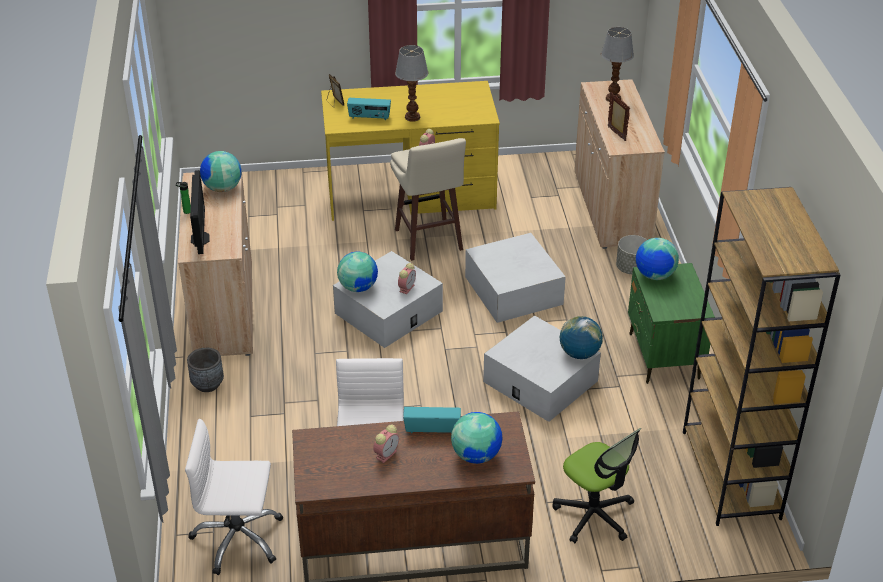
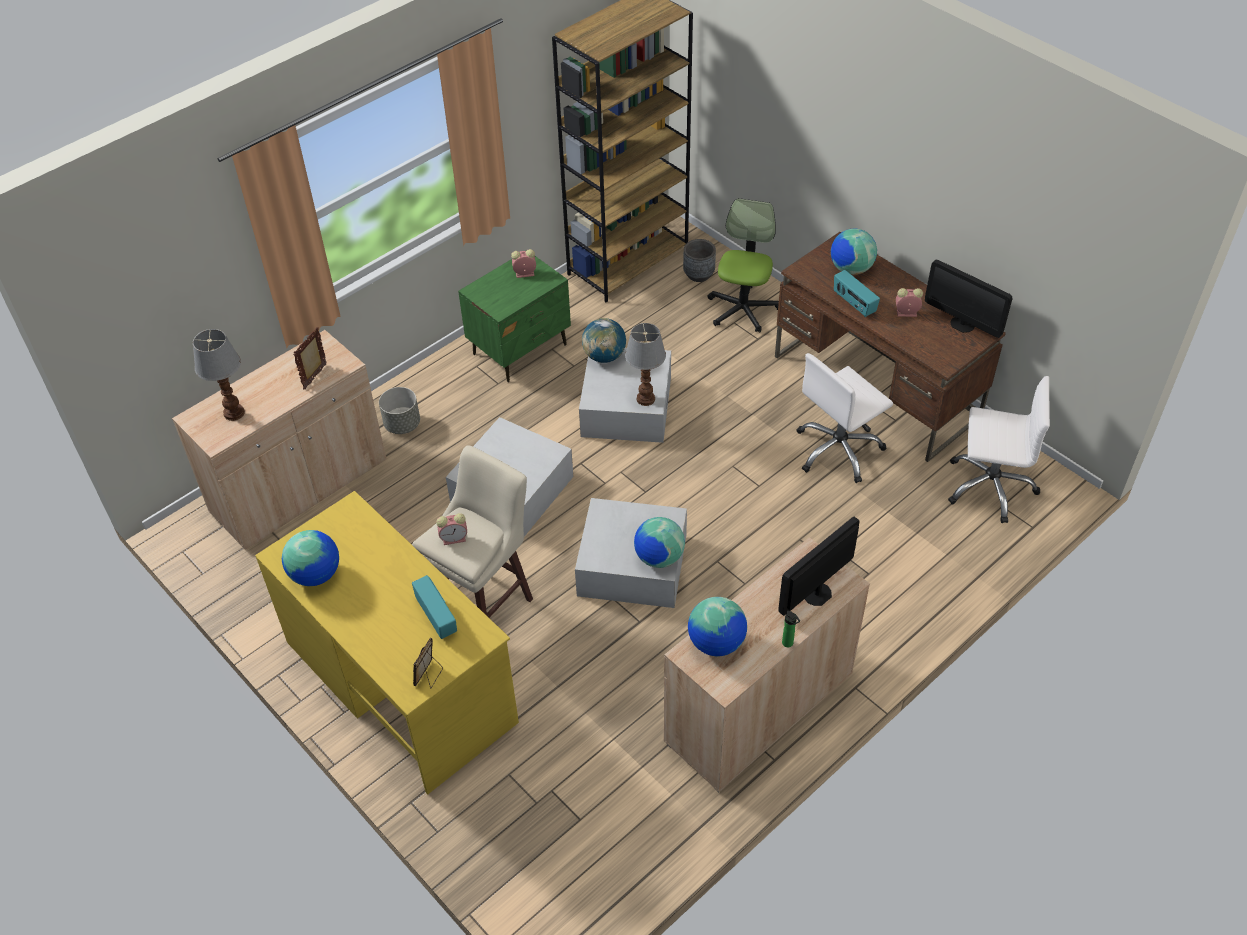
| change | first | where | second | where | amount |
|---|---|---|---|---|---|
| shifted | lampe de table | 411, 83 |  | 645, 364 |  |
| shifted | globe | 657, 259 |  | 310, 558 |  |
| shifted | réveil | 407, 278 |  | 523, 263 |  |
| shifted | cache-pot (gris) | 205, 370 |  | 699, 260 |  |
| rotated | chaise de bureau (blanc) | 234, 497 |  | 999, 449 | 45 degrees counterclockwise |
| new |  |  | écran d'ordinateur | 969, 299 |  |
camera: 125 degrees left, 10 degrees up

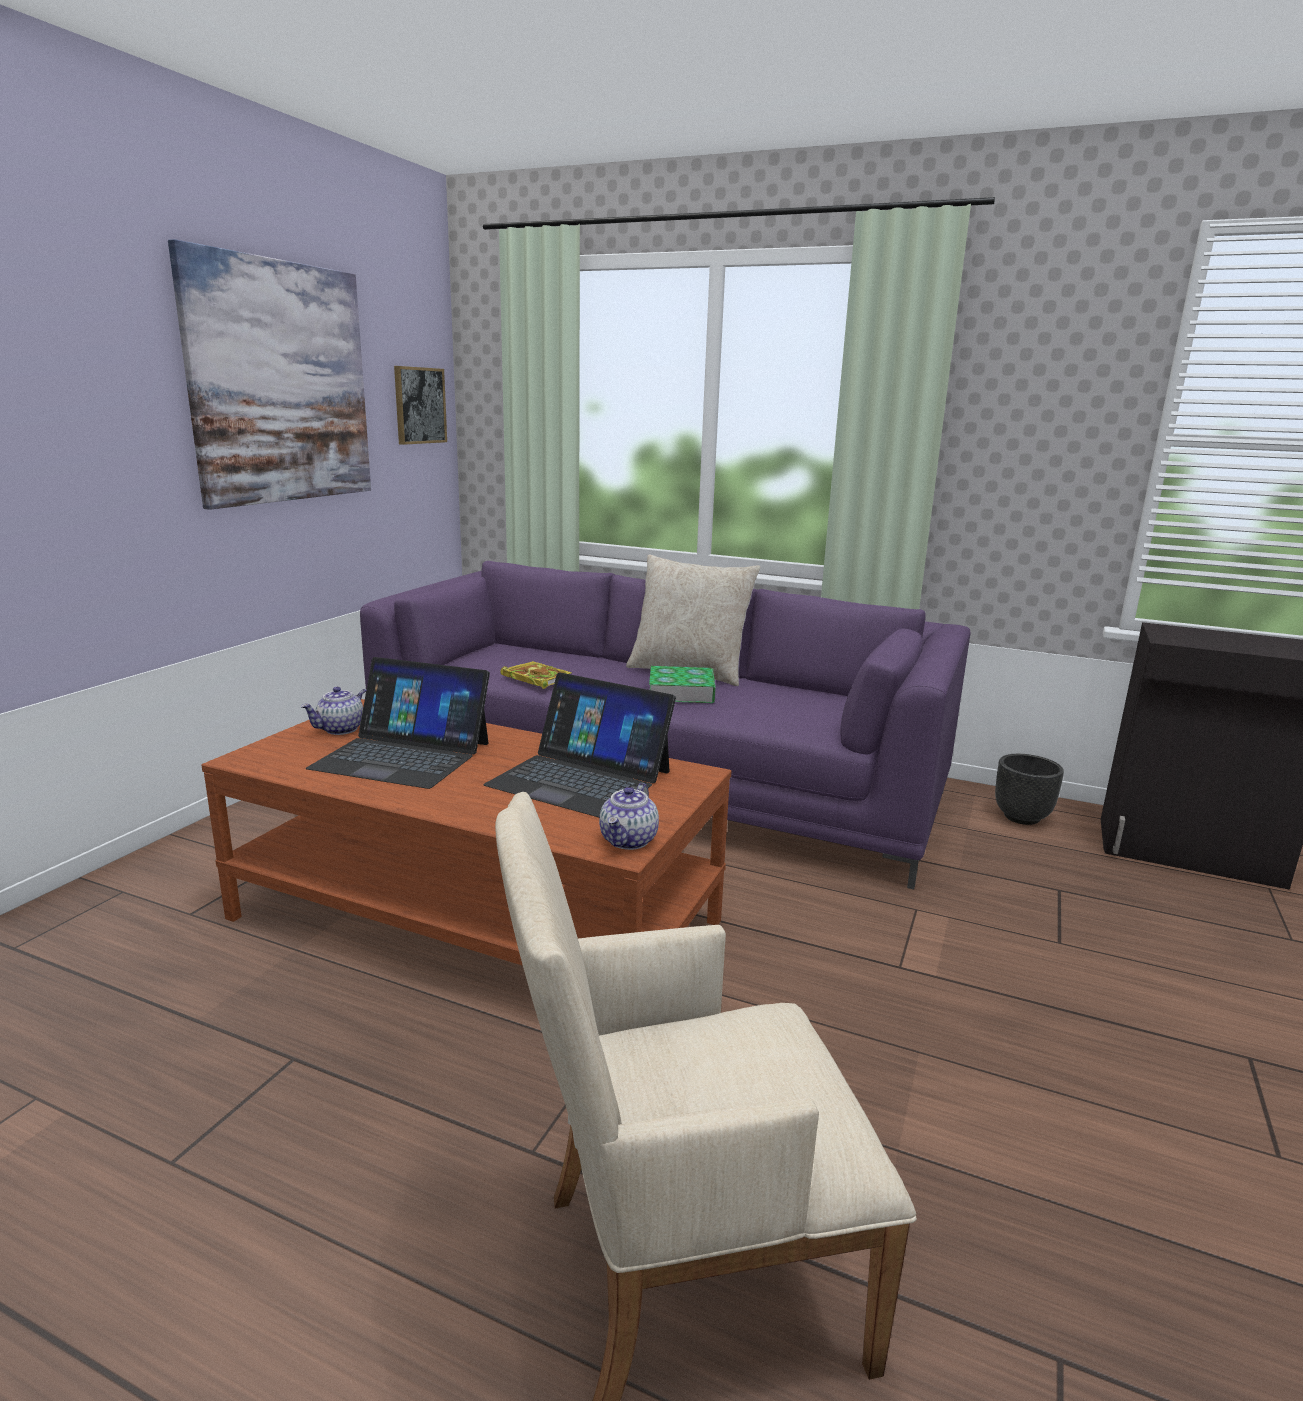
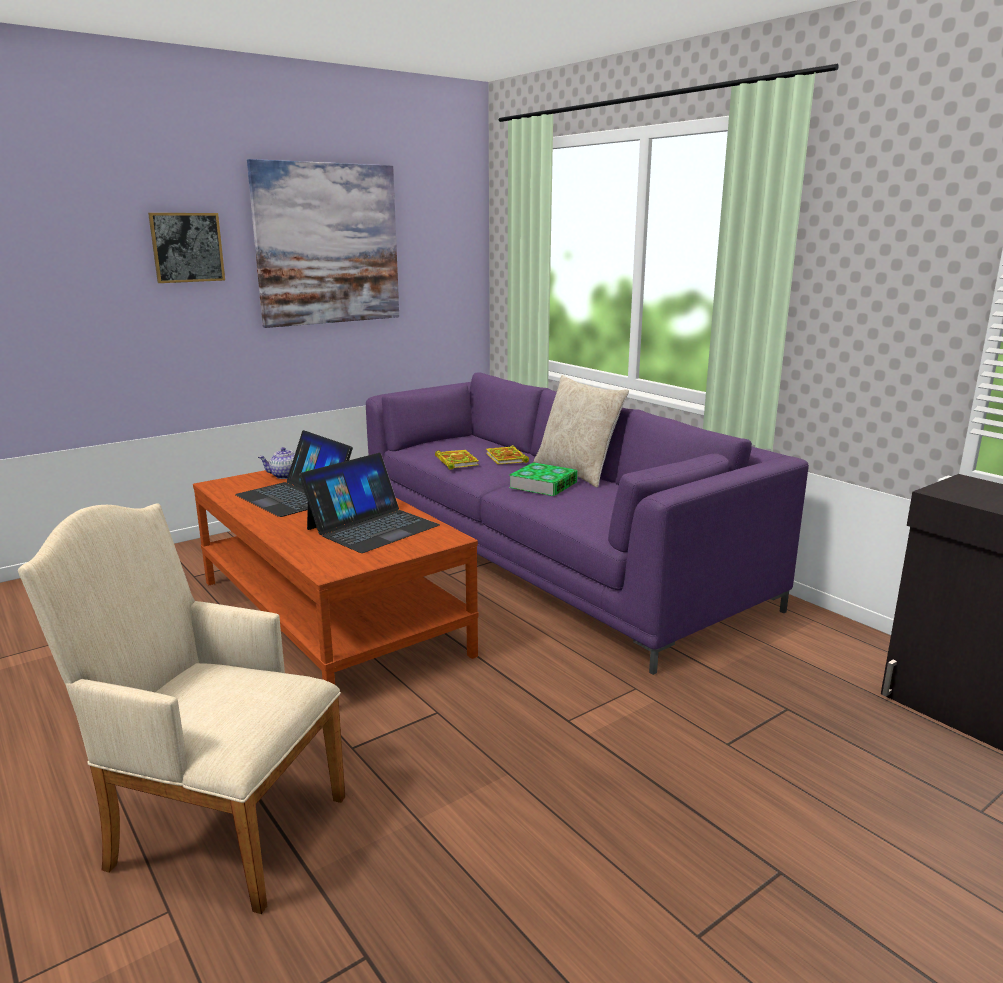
| change | first | where | second | where | amount |
|---|---|---|---|---|---|
| shifted | tableau | 420, 405 |  | 186, 248 |  |
| rotated | ordinateur portable | 580, 744 |  | 369, 503 | 105 degrees counterclockwise |
| gone | cache-pot (noir) | 1029, 789 |  |  |  |
| gone | théière | 629, 816 |  |  |  |
| new |  |  | livre | 507, 454 |  |
camera: 30 degrees right, 0 degrees up

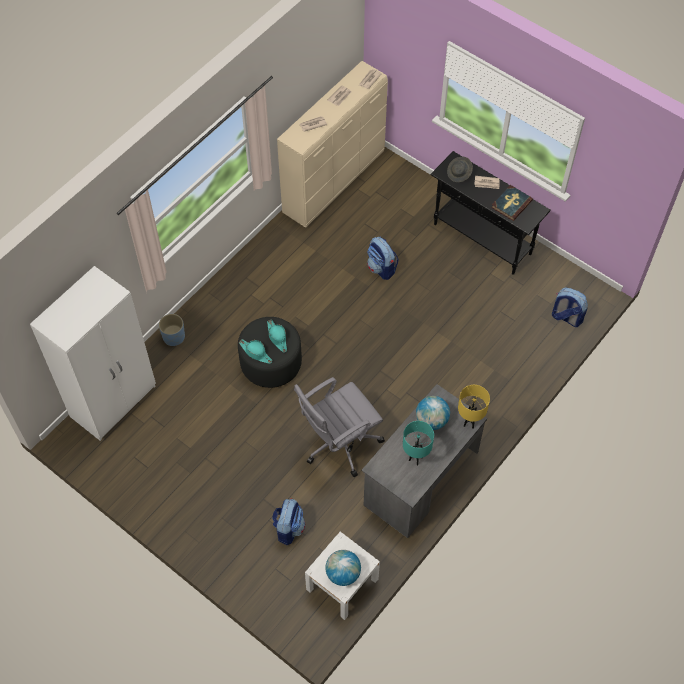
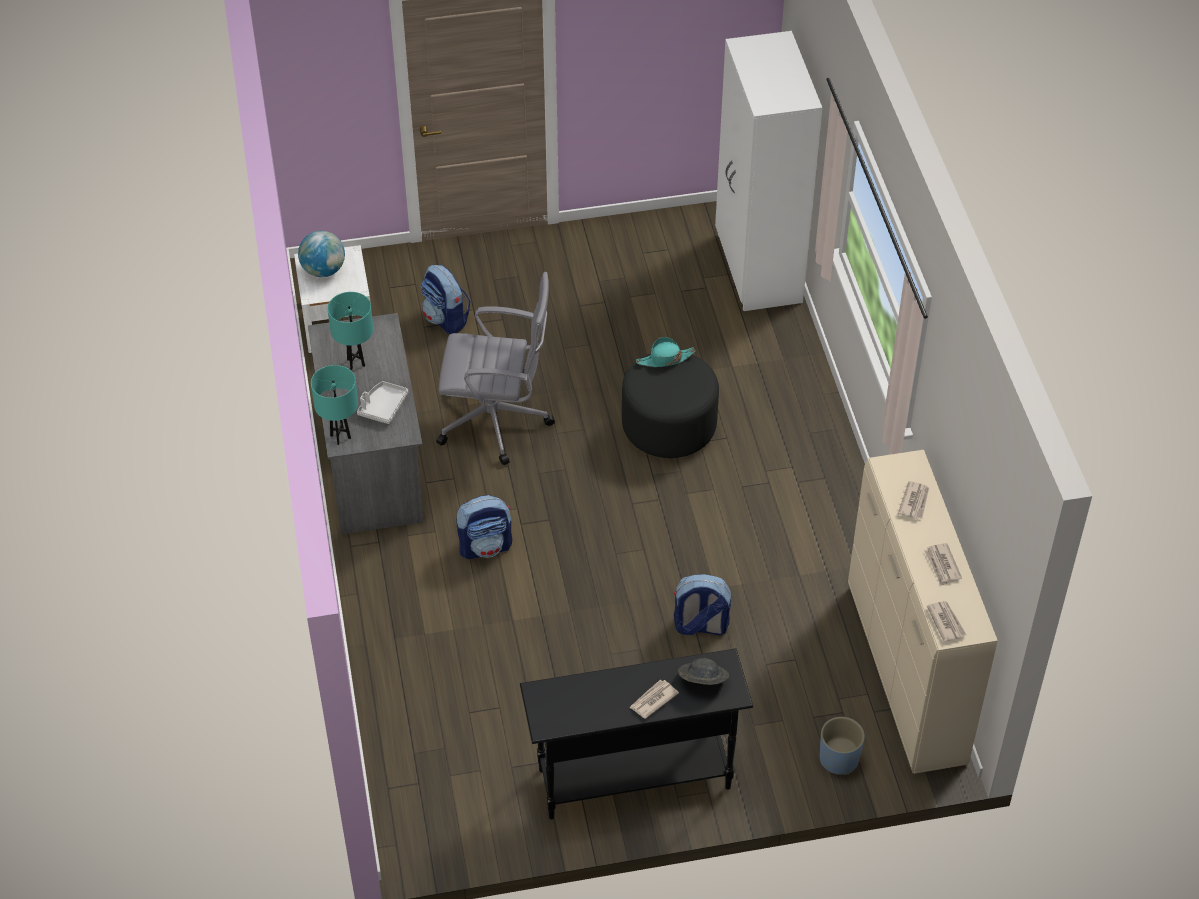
| change | first | where | second | where | amount |
|---|---|---|---|---|---|
| gone | livre | 512, 203 |  |  |  |
| shifted | sac à dos | 570, 307 |  | 484, 527 |  |
| shifted | cache-pot (bleu) | 172, 330 |  | 842, 746 |  |
| gone | chapeau (turquoise) | 277, 336 |  |  |  |
| rotated | chaise de bureau (gris) | 339, 427 |  | 495, 368 | 90 degrees clockwise |
| repainted | lampe de table (jaune) | 474, 407 | lampe de table (turquoise) | 334, 405 |  |
| swapped | globe | 433, 413 | plateau (gris) | 382, 402 |  |
camera: 130 degrees right, 10 degrees down

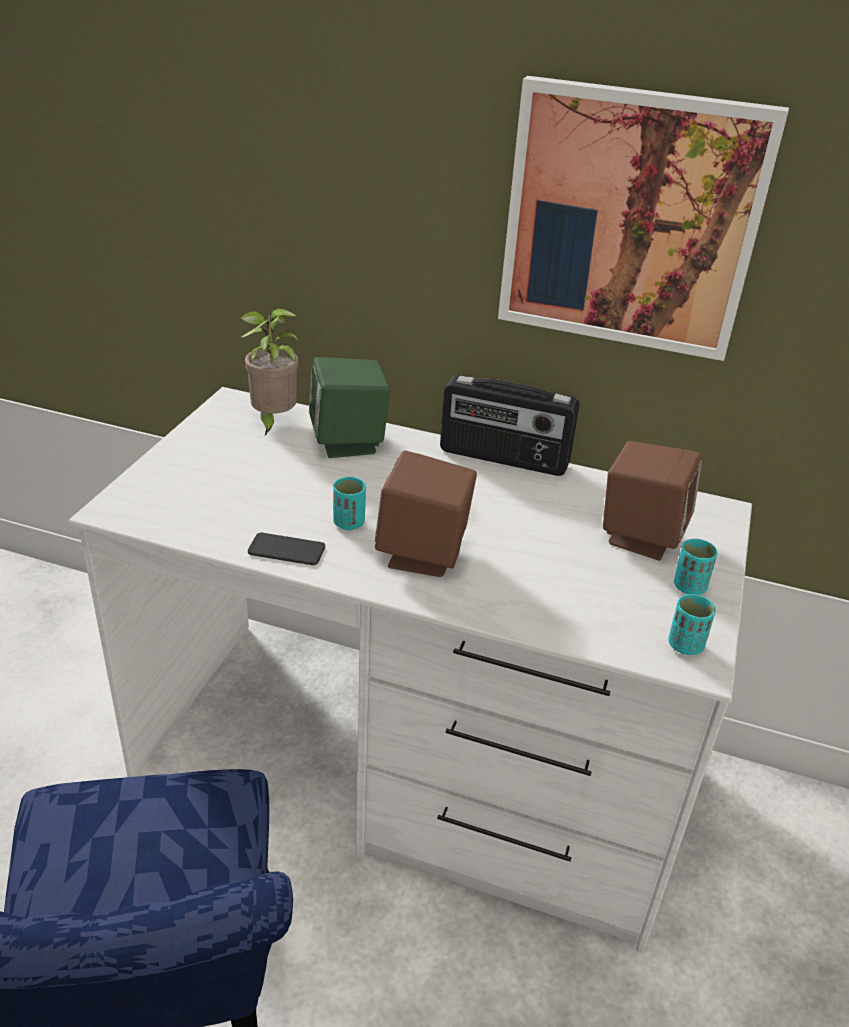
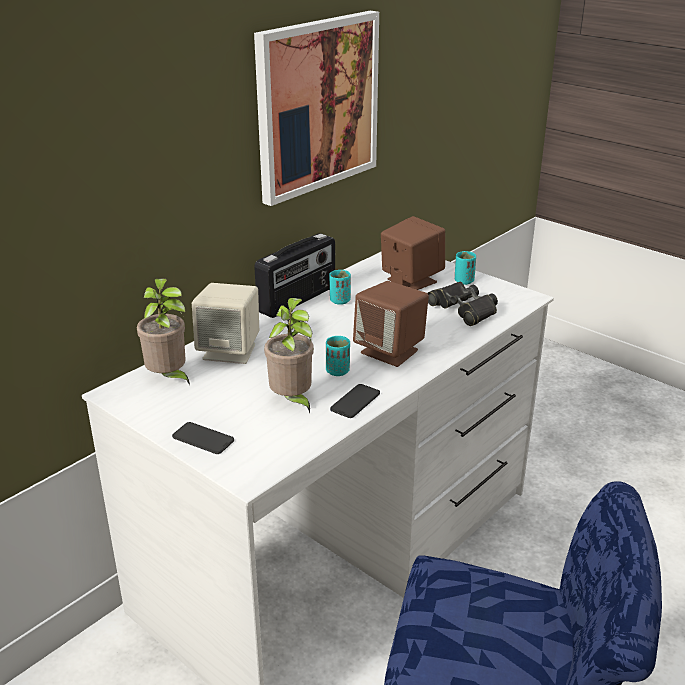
| change | first | where | second | where | amount |
|---|---|---|---|---|---|
| repainted | enceinte (vert) | 349, 407 | enceinte (beige) | 225, 323 |  |
| shifted | tasse (turquoise) | 692, 624 |  | 340, 287 |  |
| new |  |  | jumelles (noir) | 463, 304 |  |
| new |  |  | plante en pot | 289, 355 |  |
| new |  |  | téléphone | 203, 438 |  |
camera: 65 degrees left, 5 degrees down

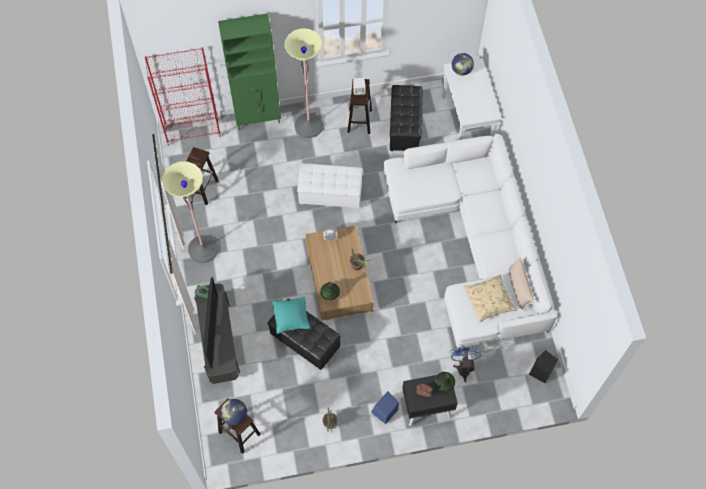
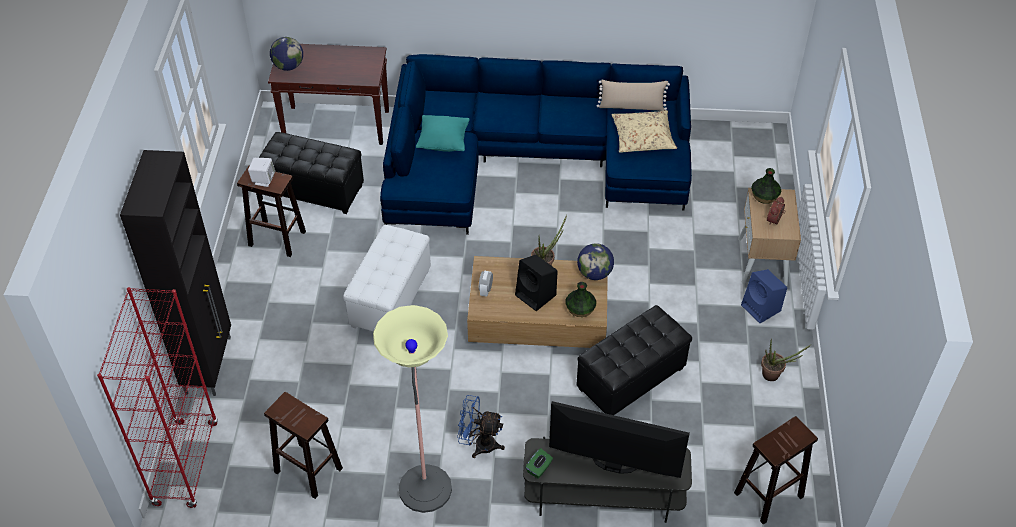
| change | first | where | second | where | amount |
|---|---|---|---|---|---|
| repainted | meuble de rangement (vert) | 249, 71 | meuble de rangement (noir) | 175, 273 |  |
| gone | lampadaire | 304, 83 |  |  |  |
| repainted | table console (blanc) | 471, 99 | table console (marron) | 328, 94 |  |
| repainted | canapé (blanc) | 470, 242 | canapé (bleu) | 536, 144 |  |
| shifted | coussin (turquoise) | 291, 315 |  | 443, 133 |  |
| shifted | ventilateur (bleu) | 466, 363 |  | 481, 426 |  |
| shifted | enceinte (noir) | 543, 367 |  | 536, 283 |  |
| repainted | table de chevet (noir) | 430, 400 | table de chevet (beige) | 769, 237 |  |
| shifted | globe | 234, 412 |  | 595, 261 |  |
camera: 75 degrees left, 15 degrees down

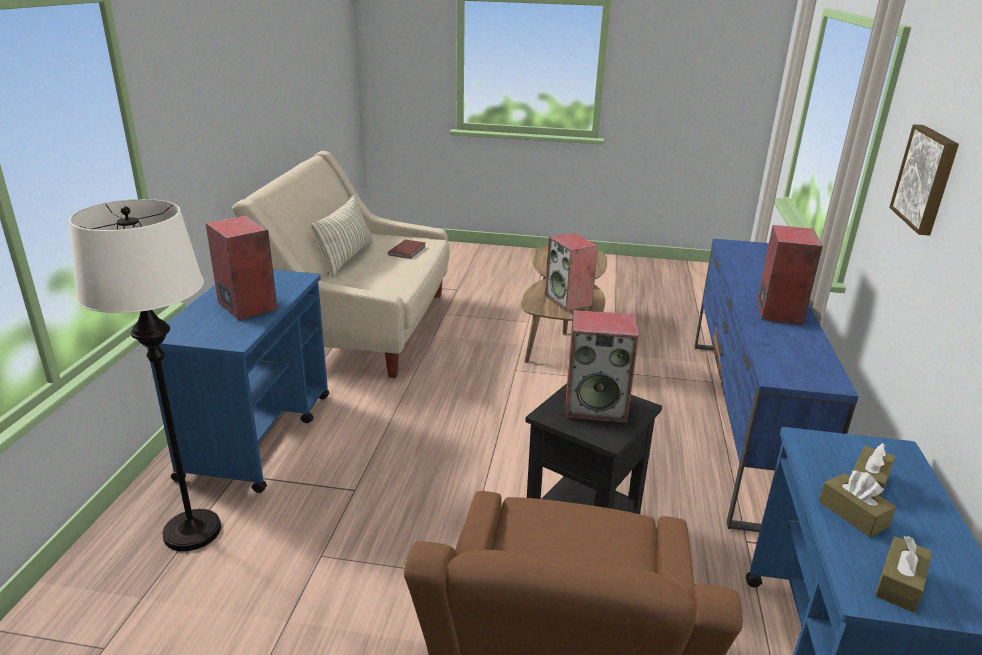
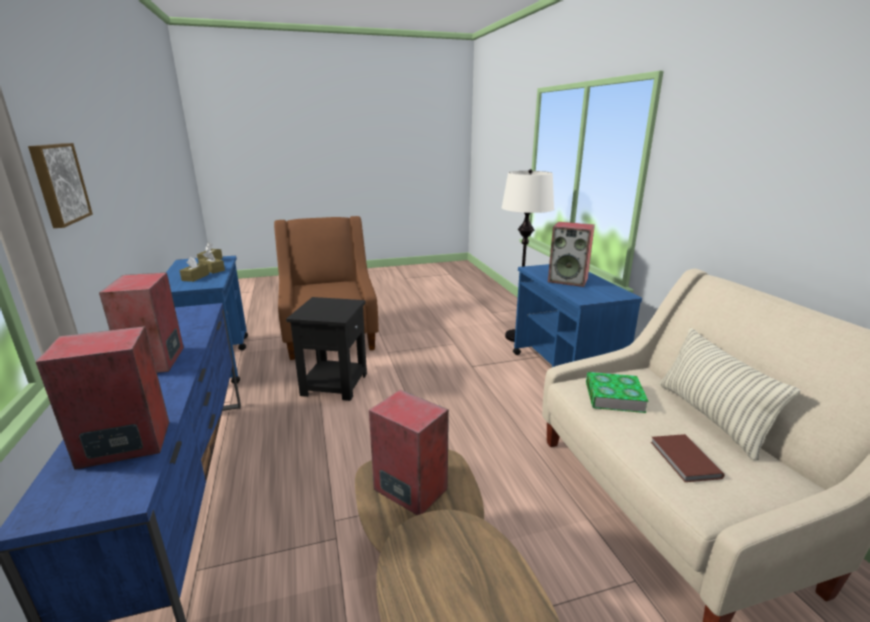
| change | first | where | second | where | amount |
|---|---|---|---|---|---|
| shifted | enceinte | 602, 366 |  | 102, 398 |  |
| new |  |  | livre | 617, 392 |  |
camera: 155 degrees right, 5 degrees down

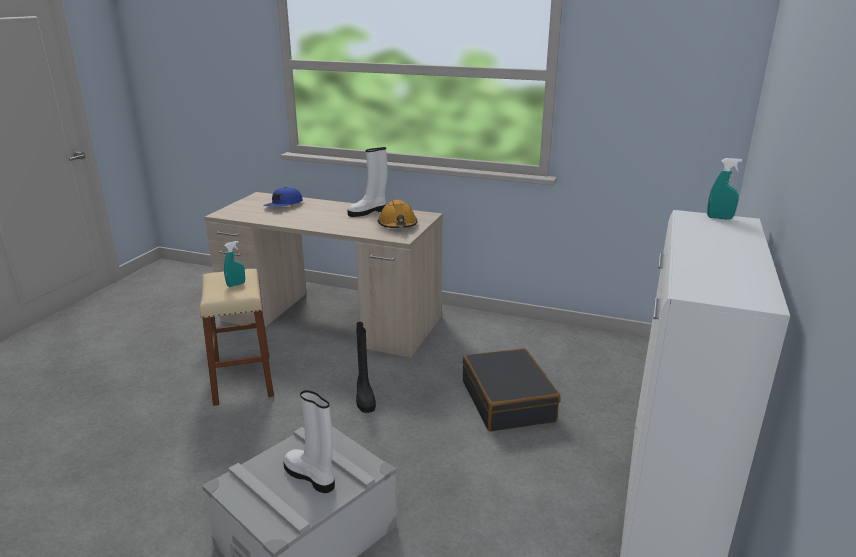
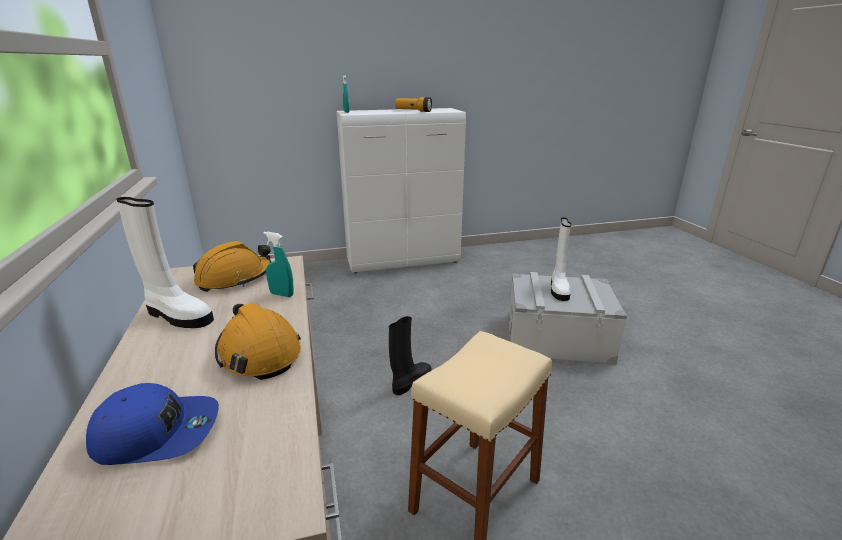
| change | first | where | second | where | amount |
|---|---|---|---|---|---|
| shifted | vaporisateur (turquoise) | 234, 264 |  | 278, 264 |  |
| gone | valise (noir) | 511, 390 |  |  |  |
| new |  |  | lampe de poche | 413, 104 |  |
| new |  |  | casque de chantier (orange) | 258, 341 |  |
camera: 125 degrees left, 0 degrees up

